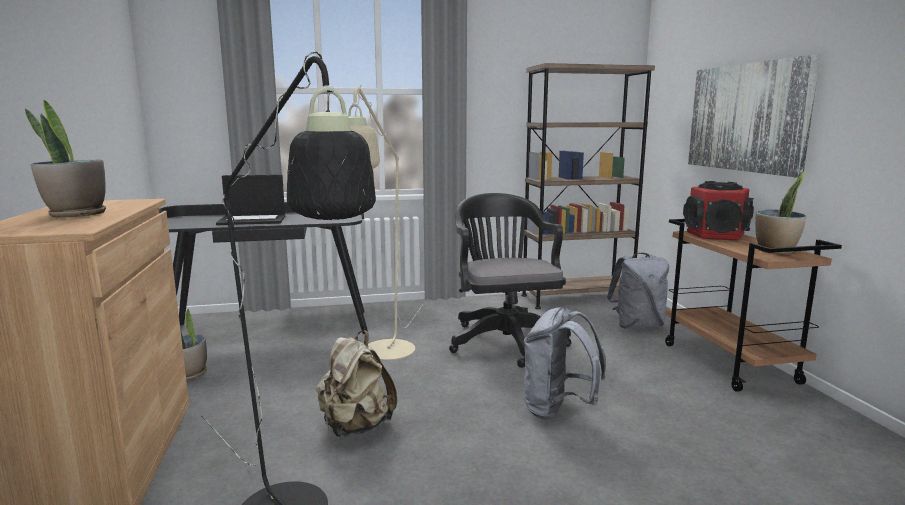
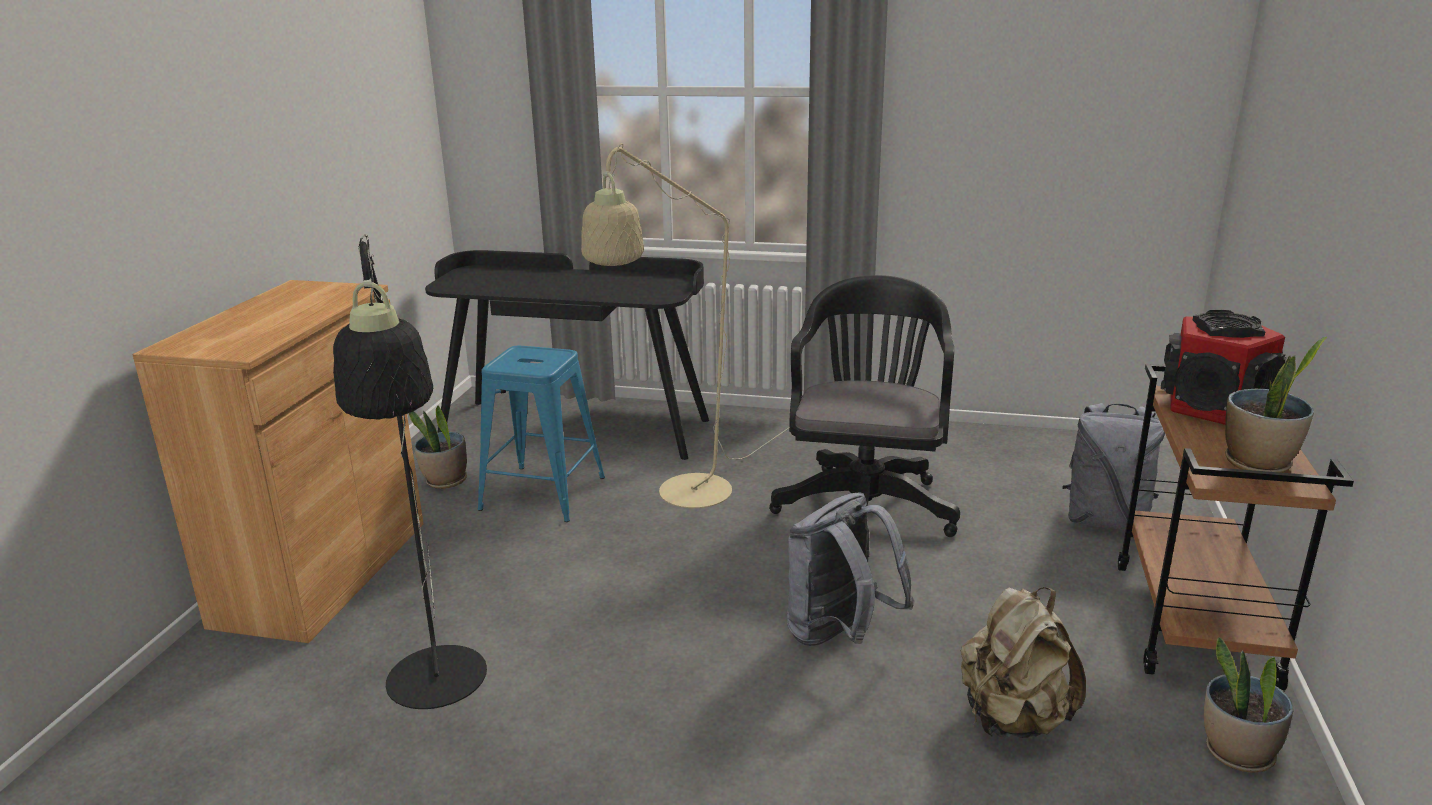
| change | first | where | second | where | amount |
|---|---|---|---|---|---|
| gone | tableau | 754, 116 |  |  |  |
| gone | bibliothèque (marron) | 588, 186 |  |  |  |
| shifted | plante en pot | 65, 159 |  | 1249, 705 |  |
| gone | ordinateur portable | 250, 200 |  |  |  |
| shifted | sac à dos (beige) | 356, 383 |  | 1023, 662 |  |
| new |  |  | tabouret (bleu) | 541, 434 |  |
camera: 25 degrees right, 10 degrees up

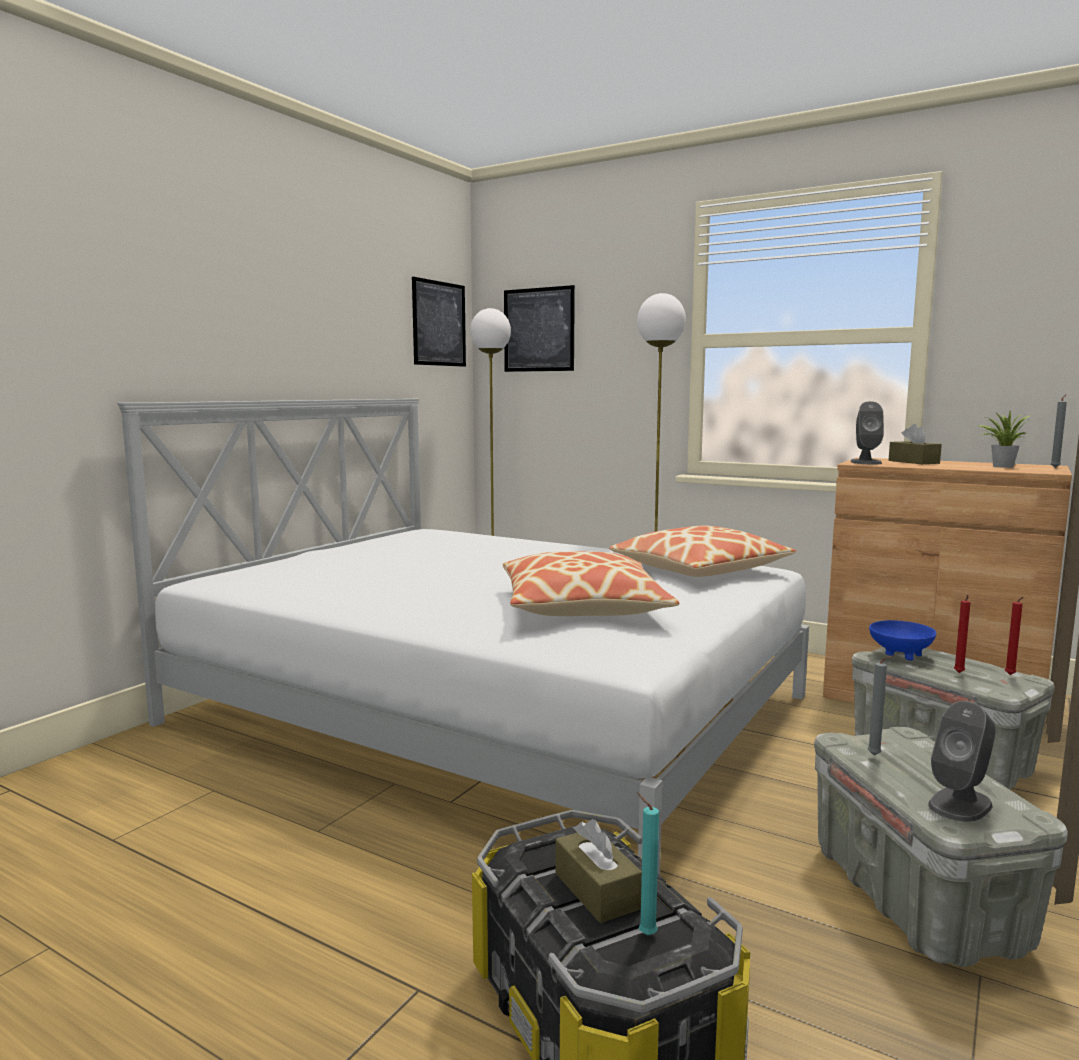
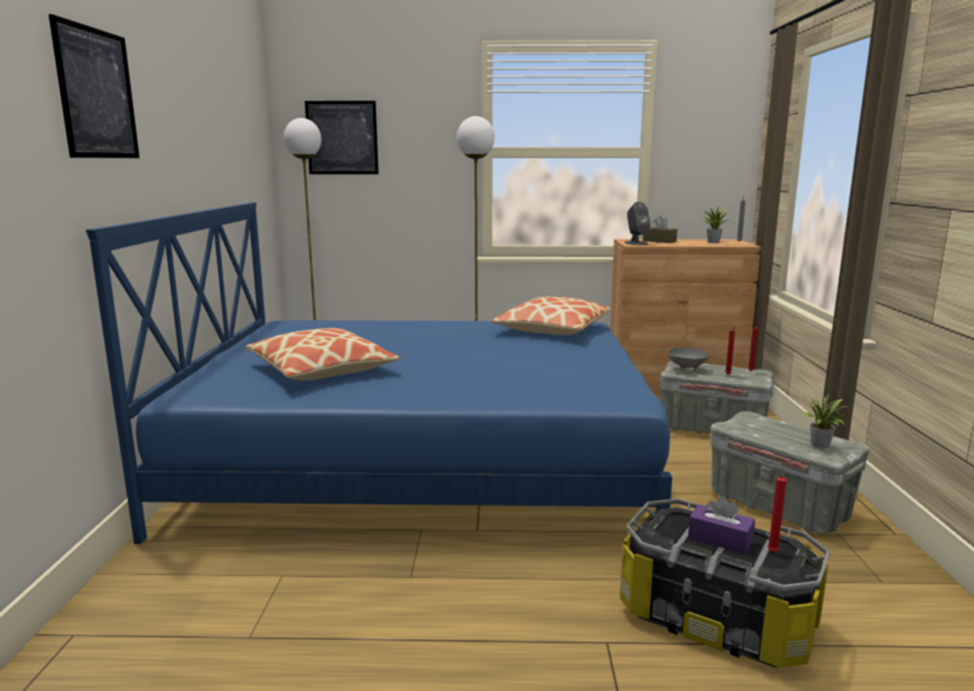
| change | first | where | second | where | amount |
|---|---|---|---|---|---|
| shifted | tableau | 439, 322 |  | 94, 86 |  |
| repainted | lit (blanc) | 463, 637 | lit (bleu) | 379, 373 |  |
| shifted | coussin | 591, 583 |  | 323, 354 |  |
| repainted | bol (bleu) | 902, 640 | bol (gris) | 689, 359 |  |
| gone | bougie (gris) | 880, 705 |  |  |  |
| swapped | enceinte (gris) | 962, 761 | plante en pot | 821, 421 |  |
| repainted | bougie (turquoise) | 648, 863 | bougie (rouge) | 776, 511 |  |
| repainted | boîte à mouchoirs (marron) | 598, 871 | boîte à mouchoirs (violet) | 721, 525 |  |
camera: 30 degrees left, 5 degrees up

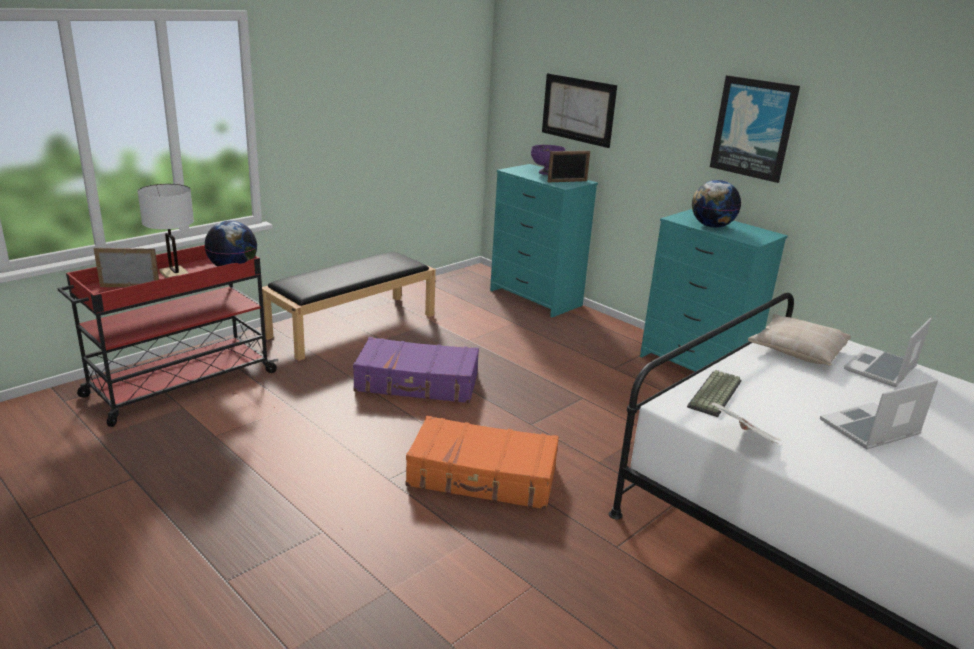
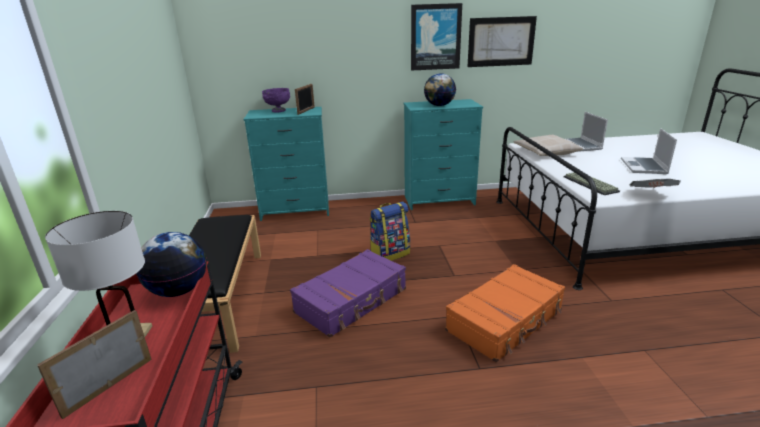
| change | first | where | second | where | amount |
|---|---|---|---|---|---|
| shifted | tableau | 579, 110 |  | 502, 41 |  |
| new |  |  | sac à dos | 390, 231 |  |
camera: 50 degrees left, 0 degrees up

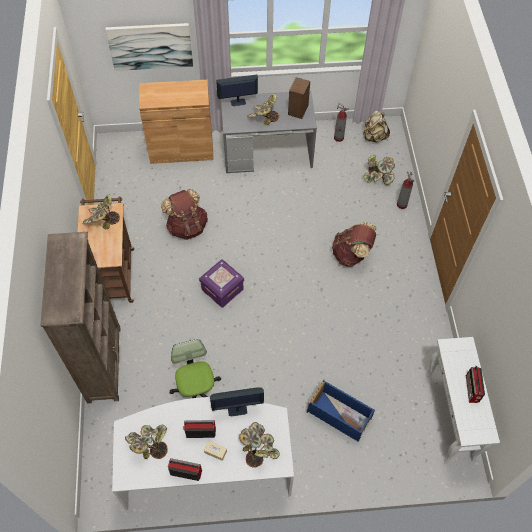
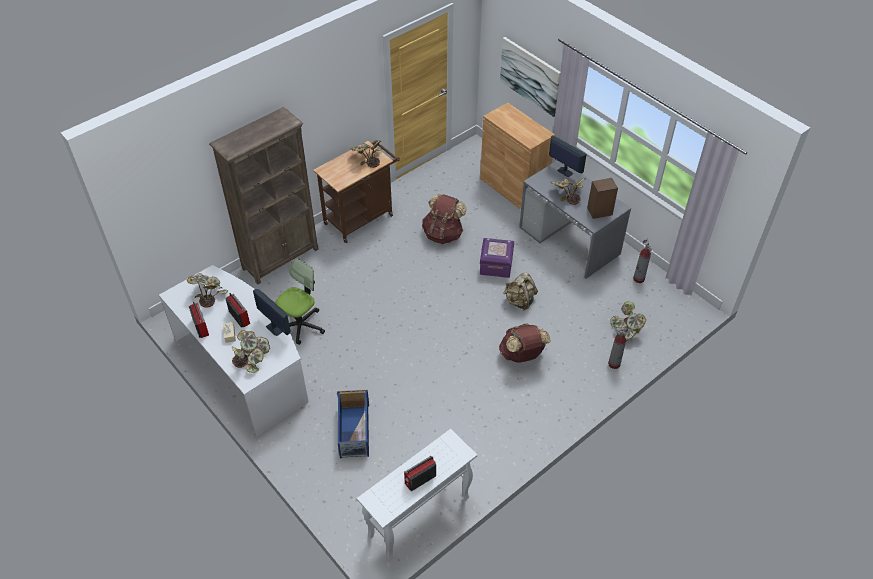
| change | first | where | second | where | amount |
|---|---|---|---|---|---|
| shifted | sac à dos (beige) | 376, 126 |  | 520, 291 |  |
| shifted | boîte de rangement (violet) | 221, 283 |  | 497, 258 |  |
camera: 55 degrees right, 10 degrees down

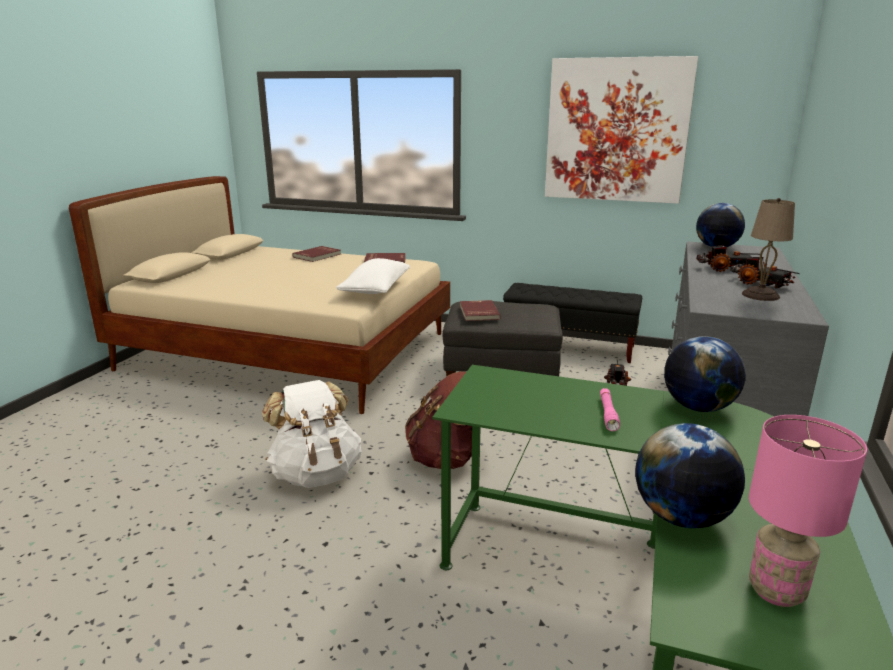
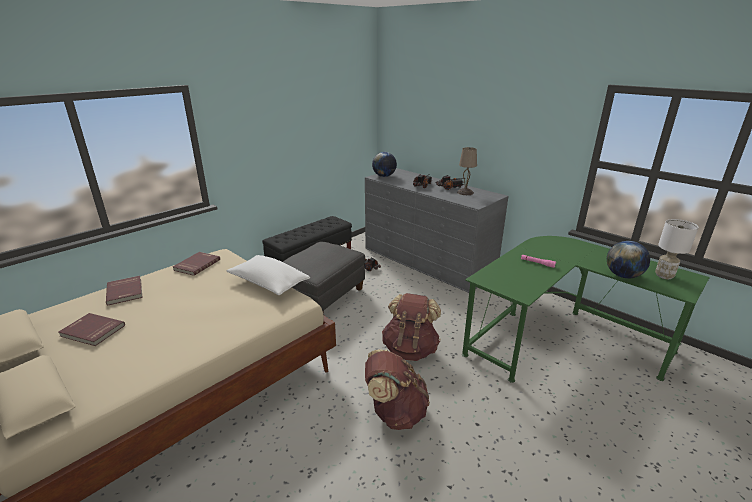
| change | first | where | second | where | amount |
|---|---|---|---|---|---|
| gone | tableau | 621, 130 |  |  |  |
| shifted | livre (rouge) | 480, 310 |  | 91, 329 |  |
| gone | globe | 705, 374 |  |  |  |
| repainted | sac à dos (blanc) | 311, 434 | sac à dos (marron) | 397, 389 |  |
| repainted | lampe de table (rose) | 808, 511 | lampe de table (blanc) | 677, 249 |  |
camera: 65 degrees left, 5 degrees up

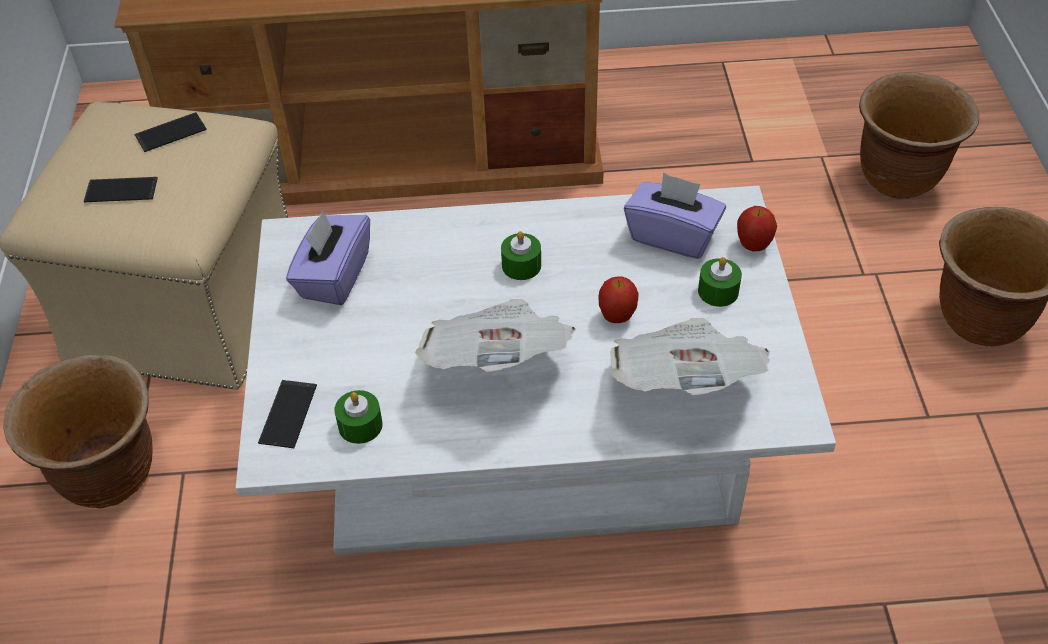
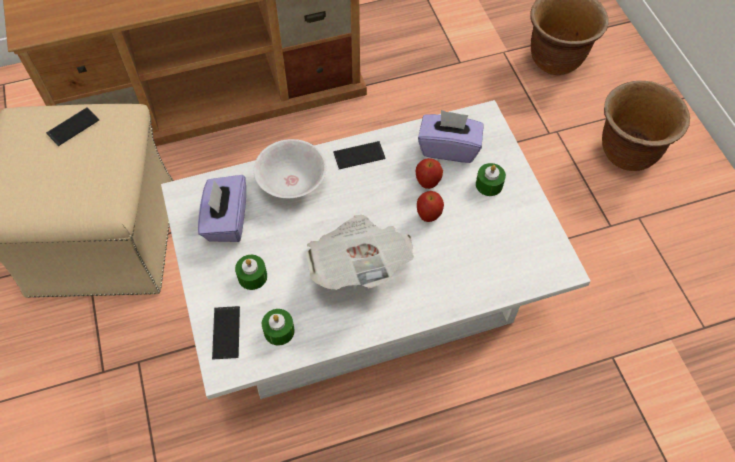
| change | first | where | second | where | amount |
|---|---|---|---|---|---|
| shifted | téléphone | 121, 189 |  | 359, 155 |  |
| shifted | pomme | 757, 229 |  | 429, 173 |  |
| shifted | bougie (vert) | 521, 255 |  | 251, 272 |  |
| gone | journal | 690, 356 |  |  |  |
| gone | cache-pot (marron) | 78, 432 |  |  |  |
| new |  |  | bol (blanc) | 290, 168 |  |
camera: 15 degrees left, 10 degrees up

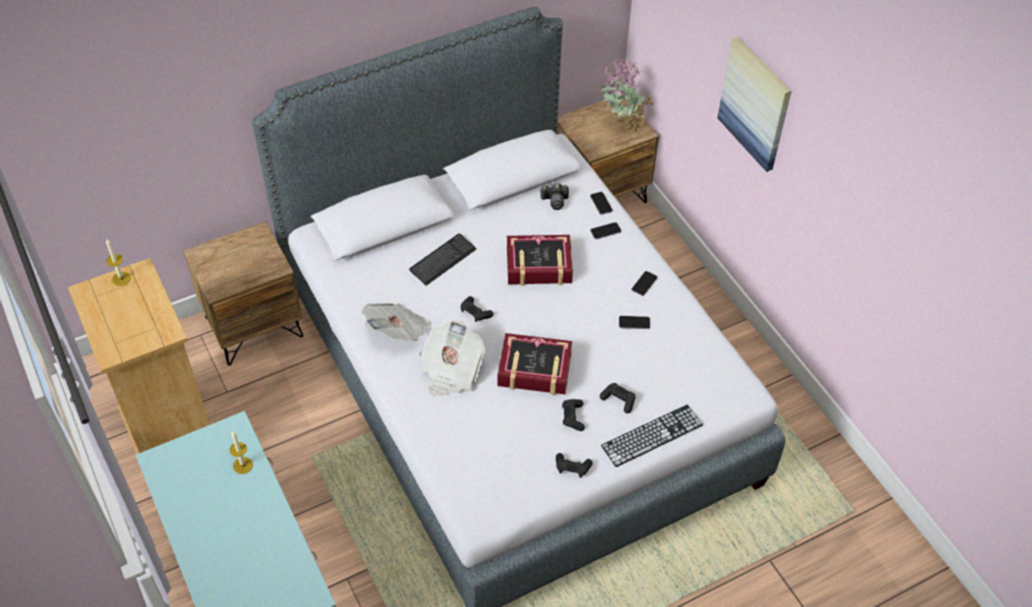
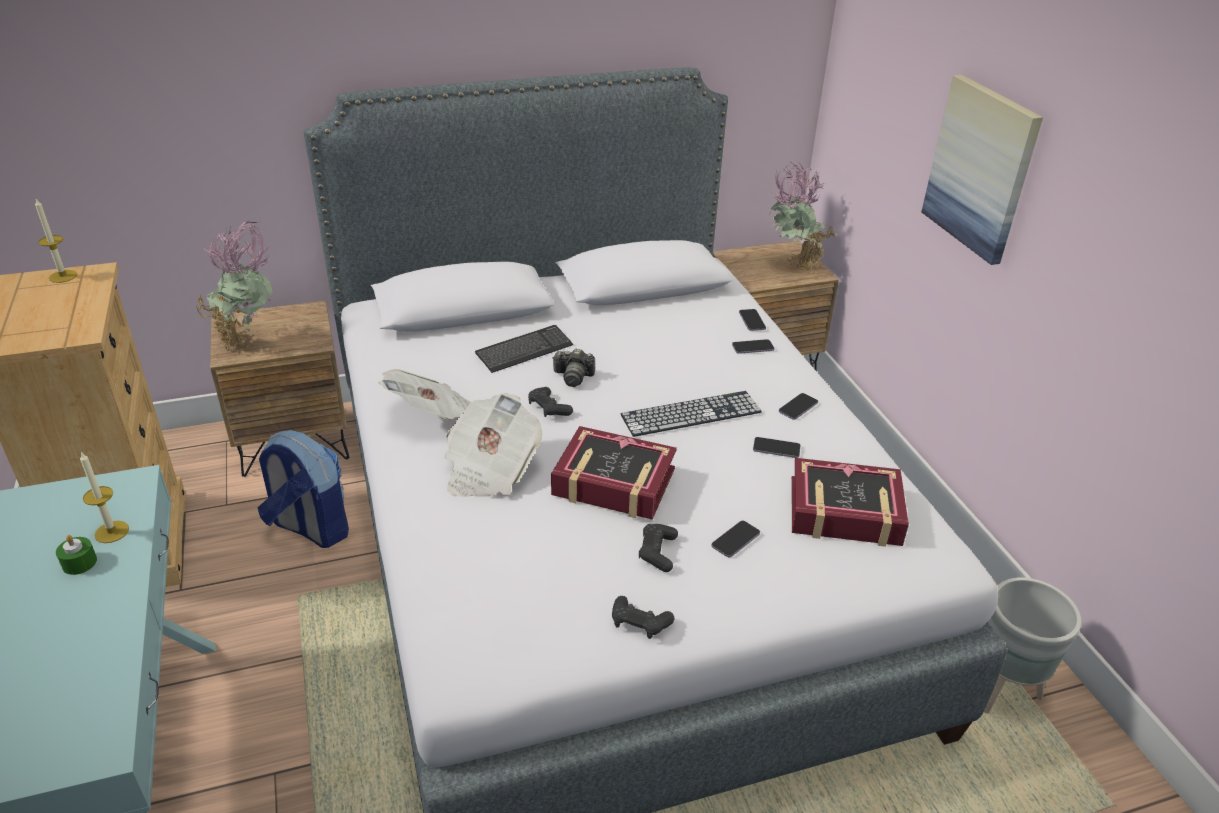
| change | first | where | second | where | amount |
|---|---|---|---|---|---|
| shifted | appareil photo | 554, 196 |  | 573, 367 |  |
| shifted | livre | 540, 260 |  | 850, 502 |  |
| swapped | manette (noir) | 617, 398 | téléphone | 736, 539 |  |
| shifted | clavier | 652, 436 |  | 691, 414 |  |
| new |  |  | plante en pot | 234, 287 |  |
| new |  |  | sac à dos | 303, 489 |  |
| new |  |  | bougie (vert) | 76, 555 |  |
| new |  |  | cache-pot (gris) | 1033, 645 |  |
camera: 10 degrees right, 15 degrees down

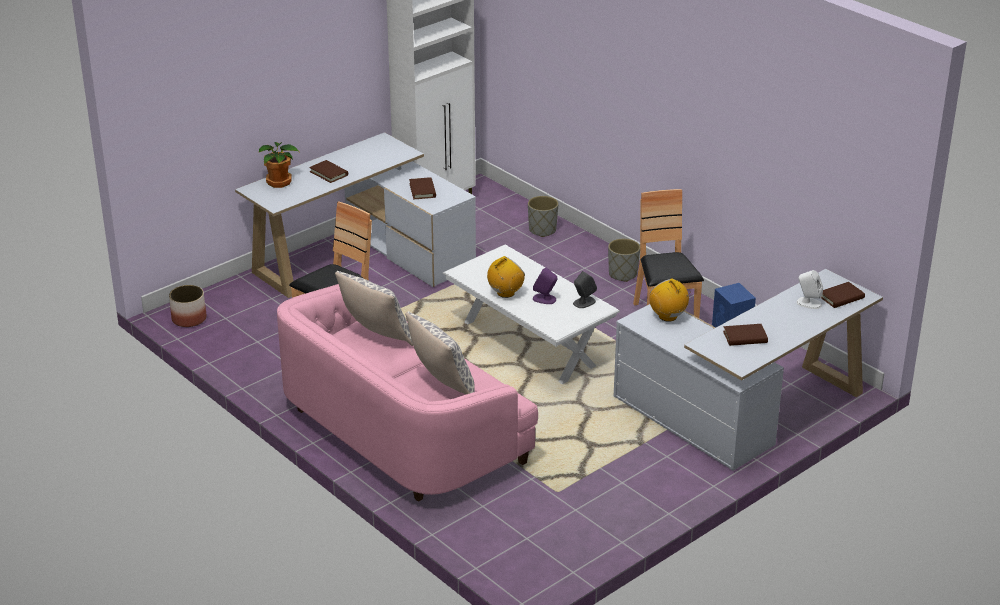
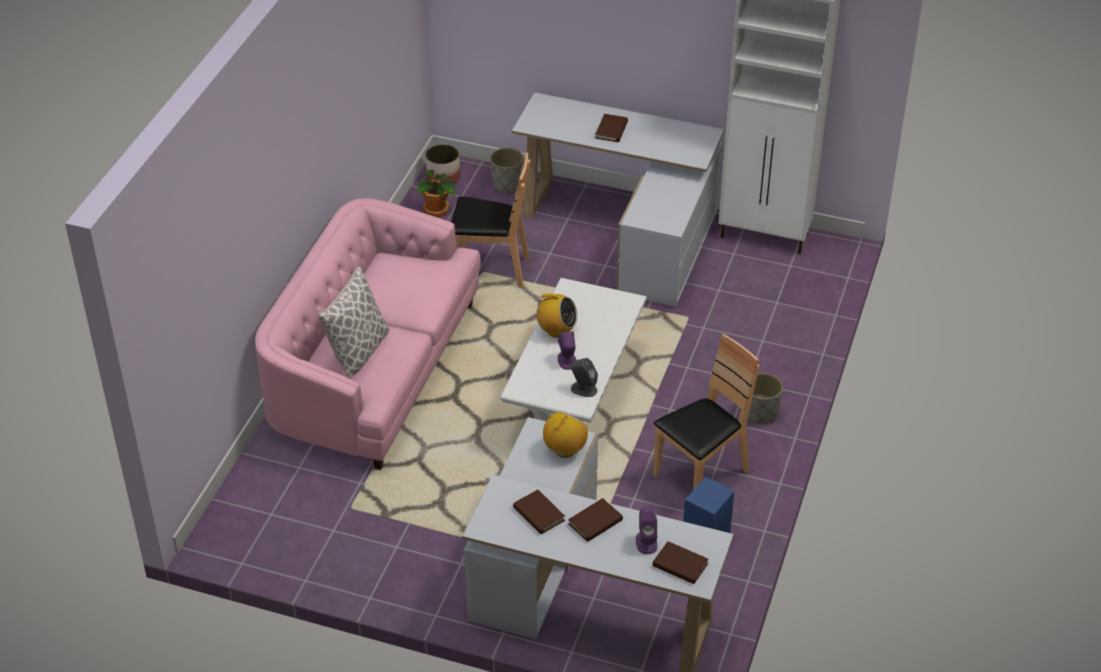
| change | first | where | second | where | amount |
|---|---|---|---|---|---|
| shifted | plante en pot | 279, 165 |  | 436, 194 |  |
| shifted | livre (marron) | 422, 188 |  | 595, 520 |  |
| shifted | cache-pot (gris) | 543, 216 |  | 506, 170 |  |
| repainted | enceinte (blanc) | 810, 289 | enceinte (violet) | 646, 530 |  |
| gone | coussin | 374, 308 |  |  |  |
camera: 60 degrees right, 10 degrees up

